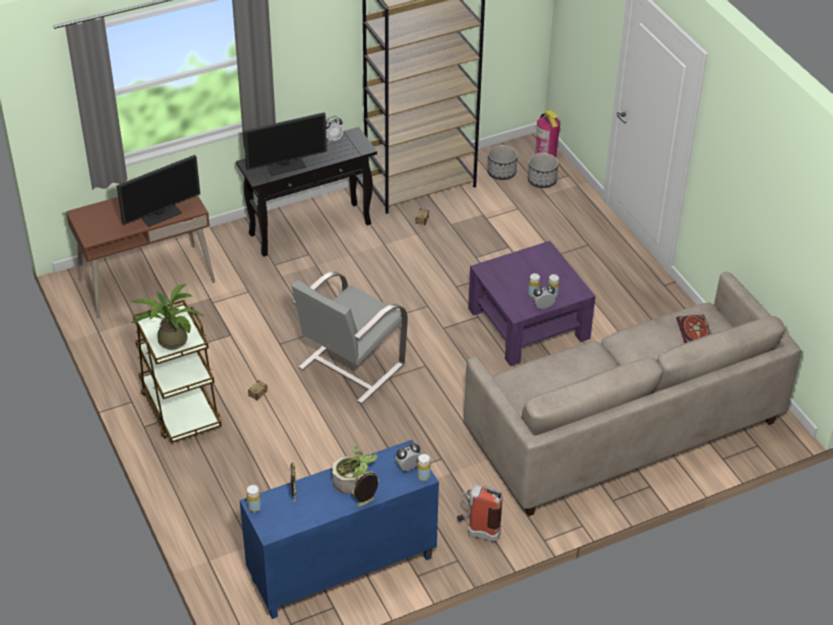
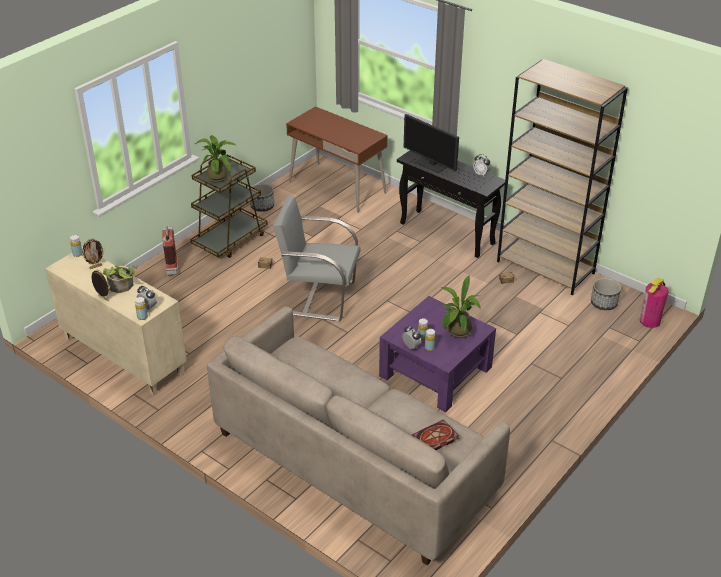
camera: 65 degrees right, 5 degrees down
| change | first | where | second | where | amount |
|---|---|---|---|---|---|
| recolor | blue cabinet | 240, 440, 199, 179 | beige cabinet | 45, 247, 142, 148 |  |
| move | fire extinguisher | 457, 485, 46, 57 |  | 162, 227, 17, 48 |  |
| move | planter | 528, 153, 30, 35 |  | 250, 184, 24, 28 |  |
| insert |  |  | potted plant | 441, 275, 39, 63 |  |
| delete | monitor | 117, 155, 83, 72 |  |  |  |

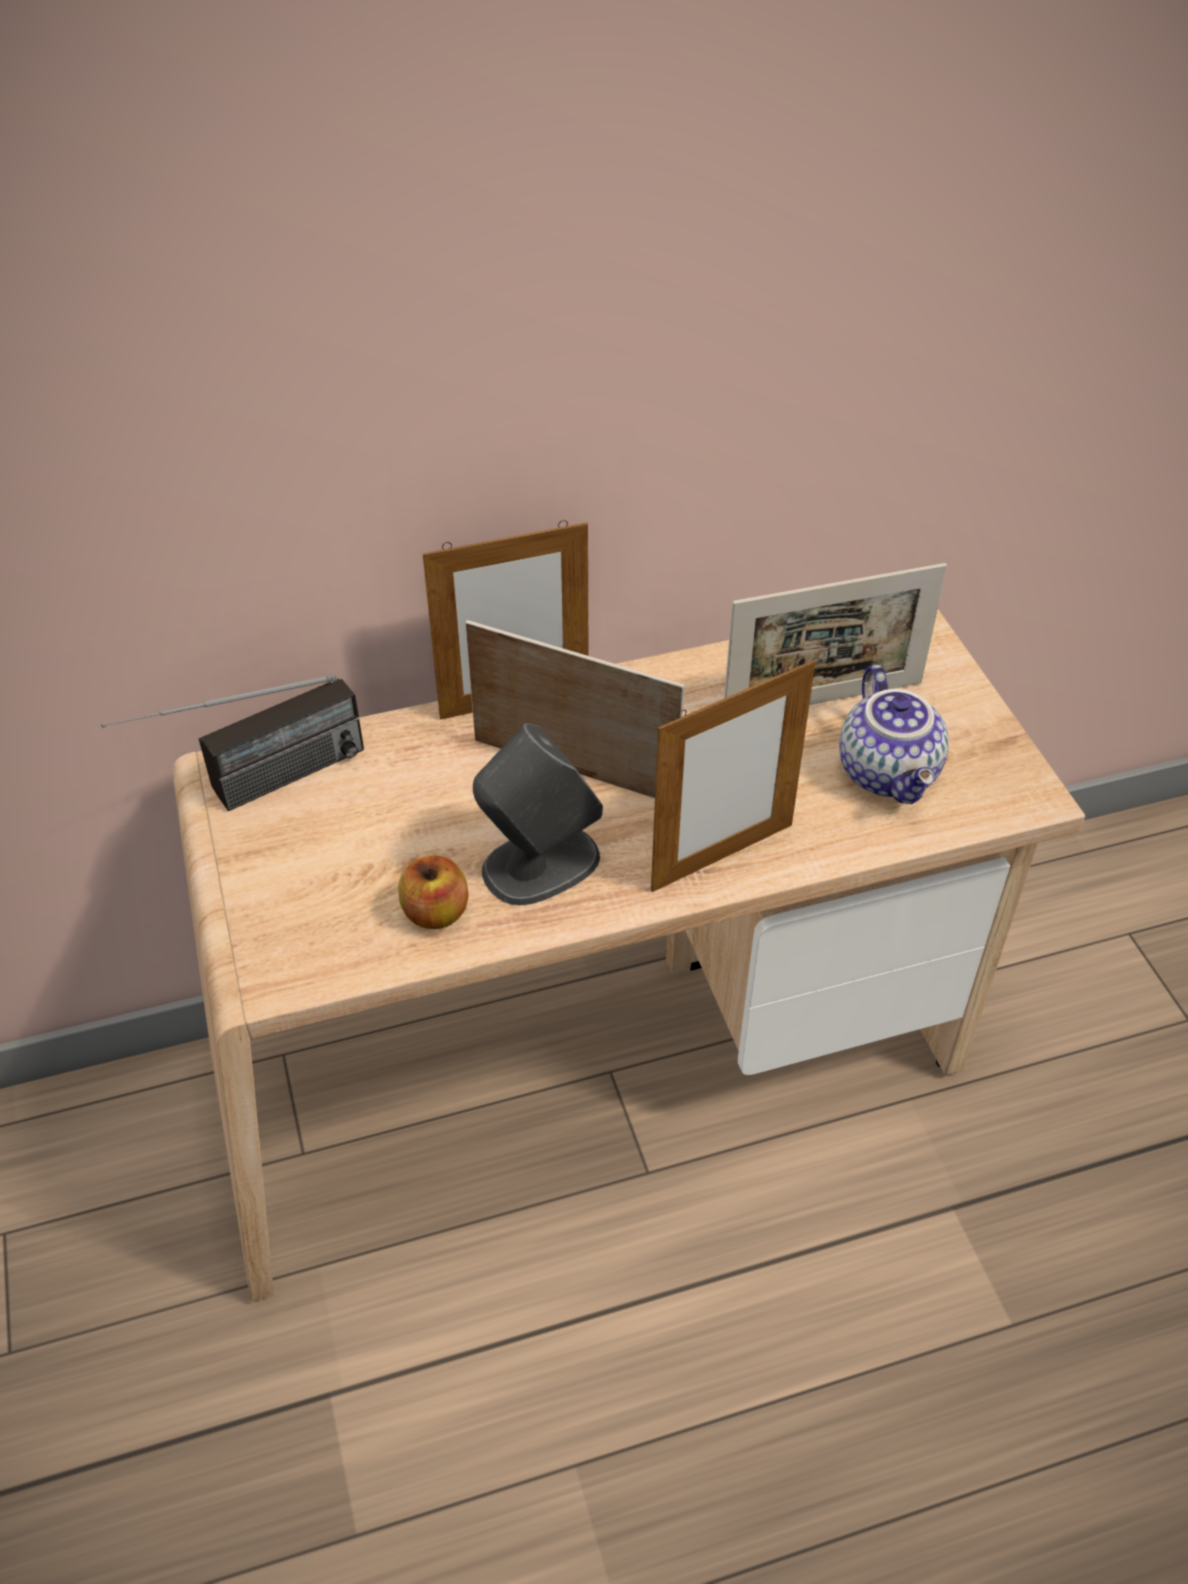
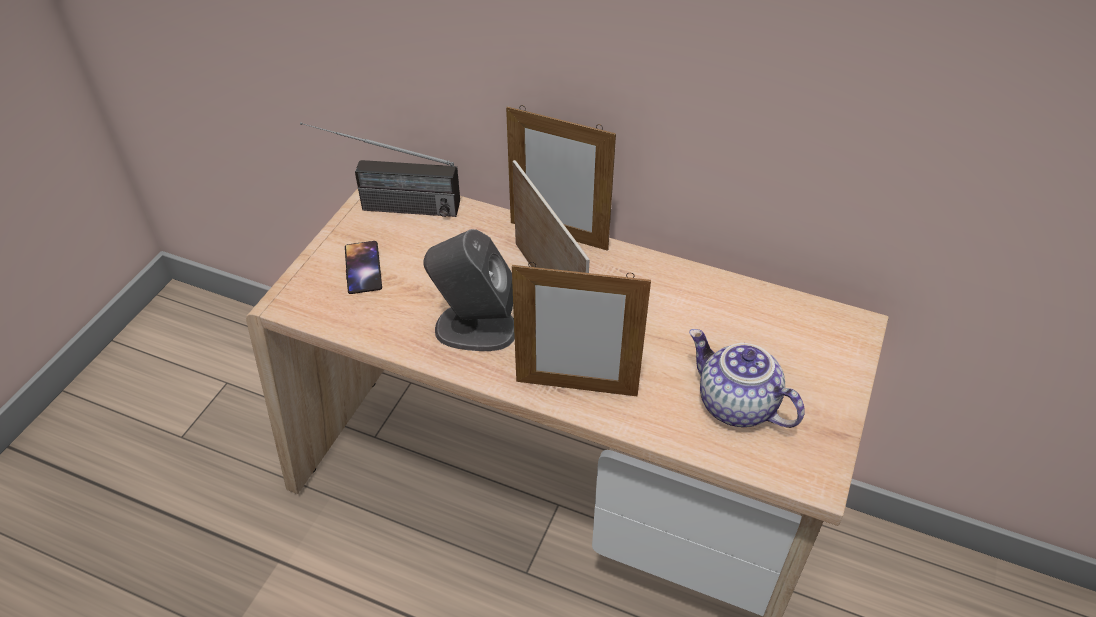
camera: 40 degrees right, 0 degrees up
| change | first | where | second | where | amount |
|---|---|---|---|---|---|
| insert |  |  | phone | 345, 241, 37, 53 |  |
| rotate | teapot | 839, 664, 110, 140 |  | 689, 329, 116, 99 | 105 degrees clockwise |
| delete | apple | 398, 855, 70, 74 |  |  |  |
| delete | picture frame | 724, 563, 223, 142 |  |  |  |

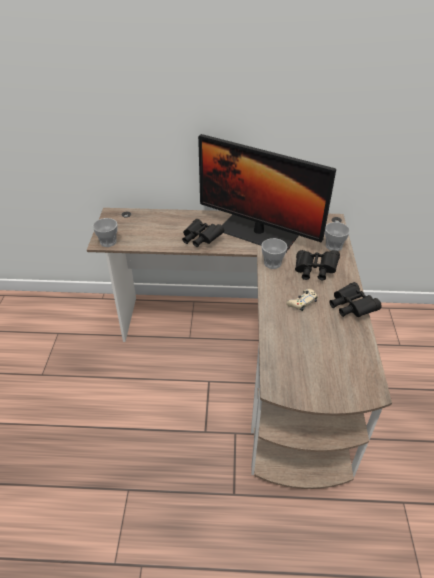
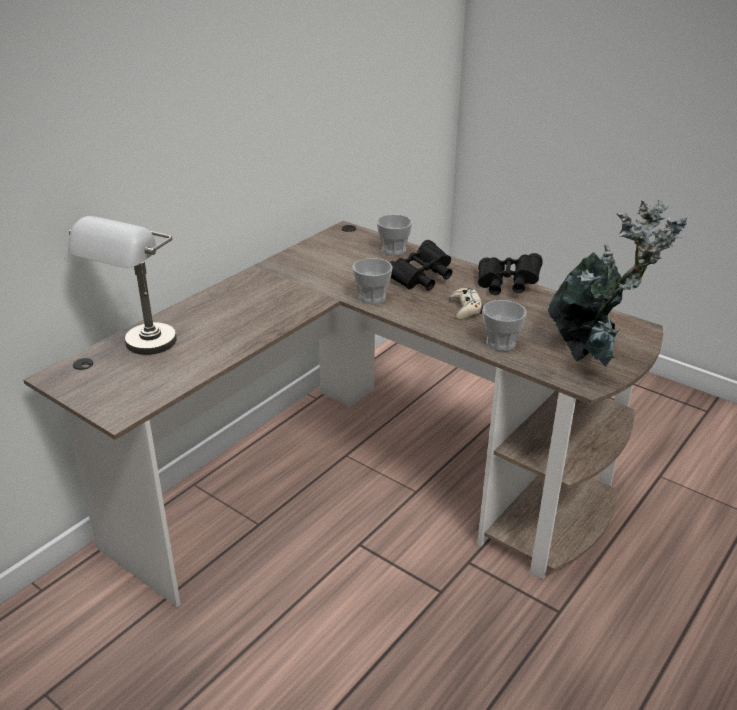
camera: 55 degrees left, 10 degrees down
| change | first | where | second | where | amount |
|---|---|---|---|---|---|
| insert |  |  | grey table lamp | 68, 216, 109, 139 |  |
| move | cup | 93, 218, 25, 29 |  | 483, 300, 44, 51 |  |
| insert |  |  | potted plant | 548, 200, 140, 167 |  |
| delete | black binoculars | 182, 219, 42, 28 |  |  |  |
| delete | monitor | 198, 134, 138, 118 |  |  |  |

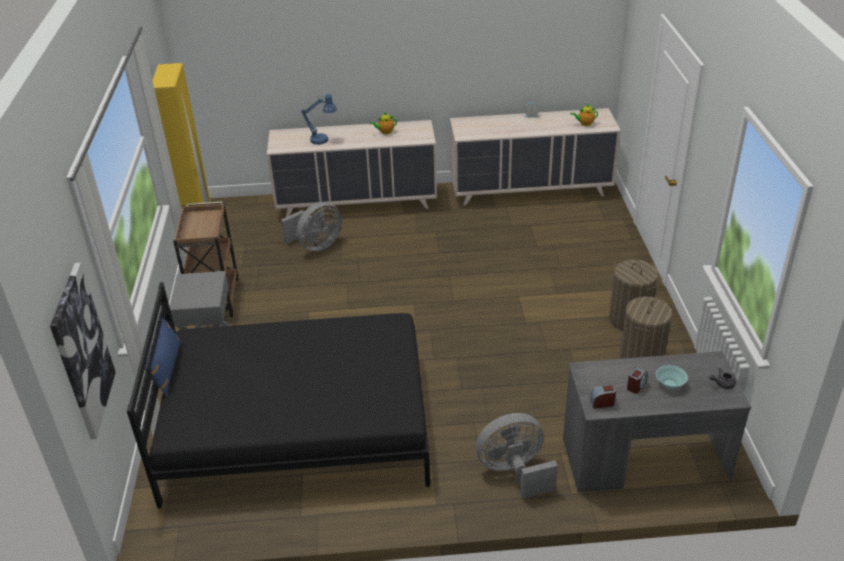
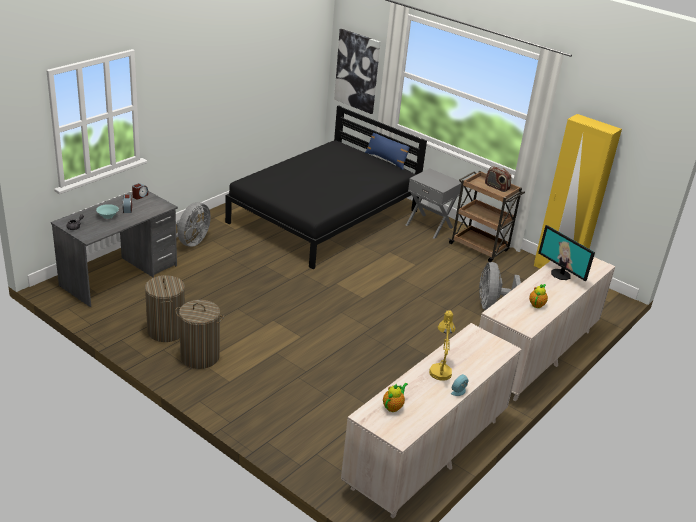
camera: 130 degrees right, 5 degrees down
| change | first | where | second | where | amount |
|---|---|---|---|---|---|
| insert |  |  | yellow table lamp | 429, 310, 26, 71 |  |
| insert |  |  | radio | 485, 166, 26, 26 |  |
| replace | blue table lamp | 301, 94, 36, 51 | monitor | 538, 225, 57, 56 |  |

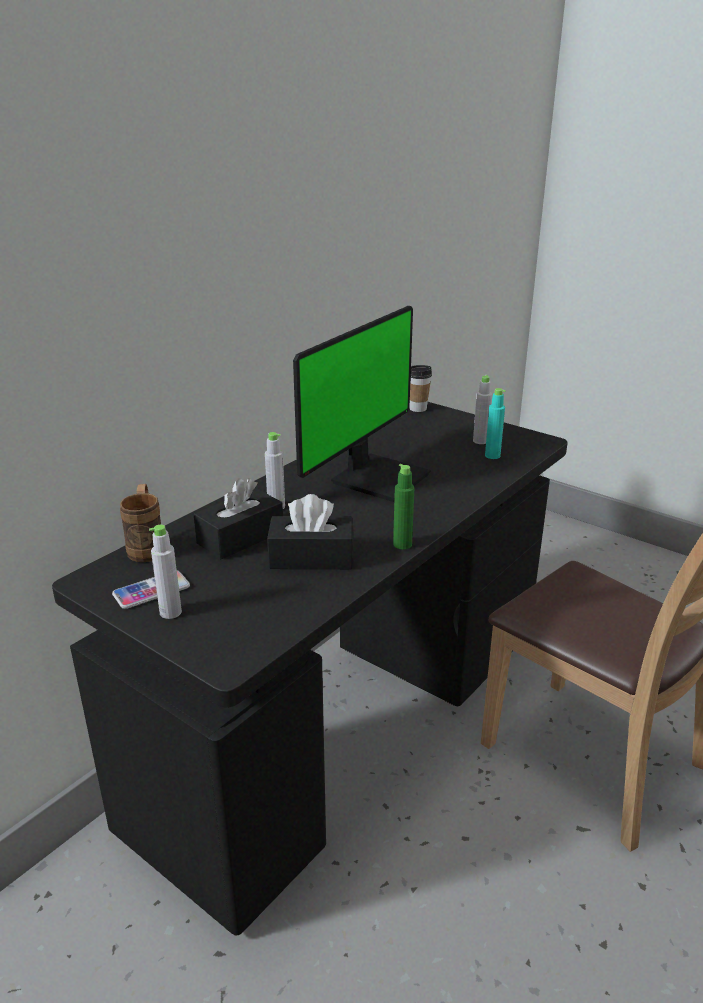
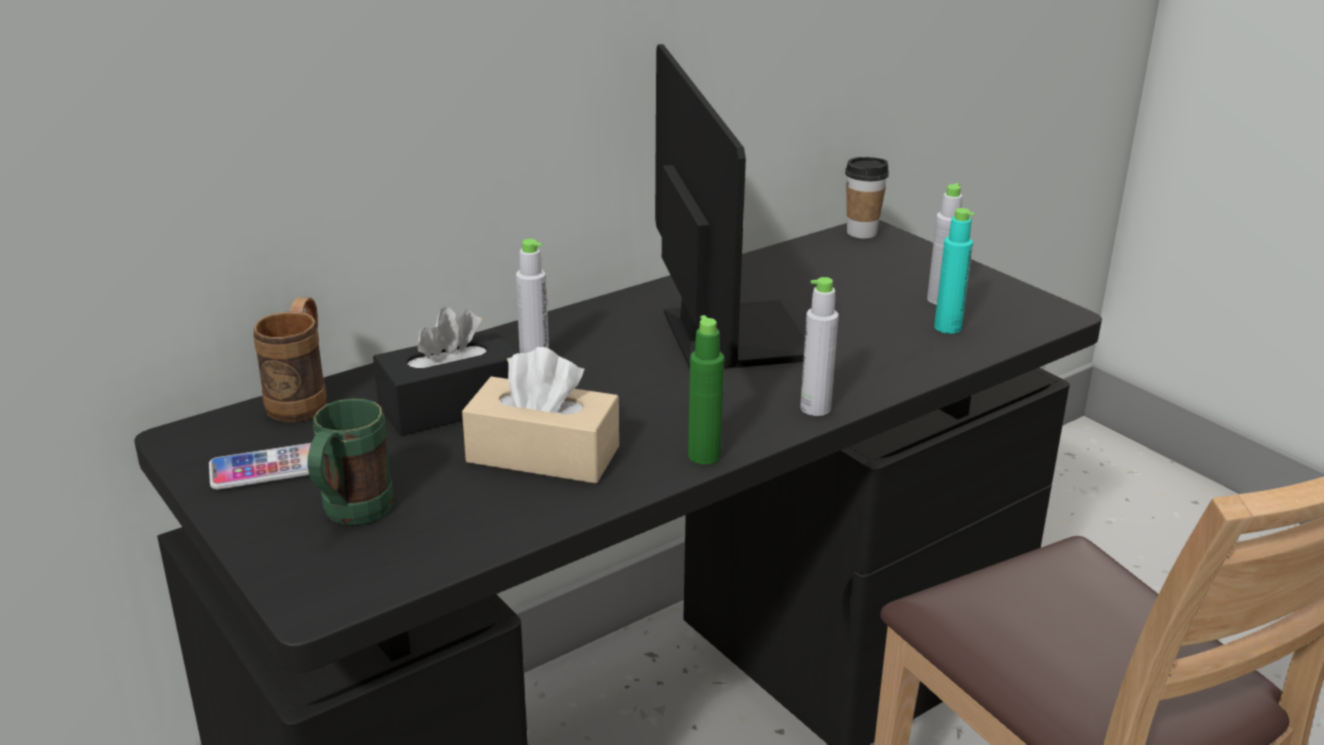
camera: 15 degrees right, 0 degrees up
| change | first | where | second | where | amount |
|---|---|---|---|---|---|
| insert |  |  | green mug | 307, 399, 86, 126 |  |
| recolor | black tissue box | 267, 494, 87, 75 | beige tissue box | 462, 347, 157, 137 |  |
| rotate | monitor | 293, 306, 138, 196 |  | 655, 44, 150, 325 | 60 degrees counterclockwise |
| move | grey bottle | 149, 525, 33, 94 |  | 800, 277, 39, 139 |  |

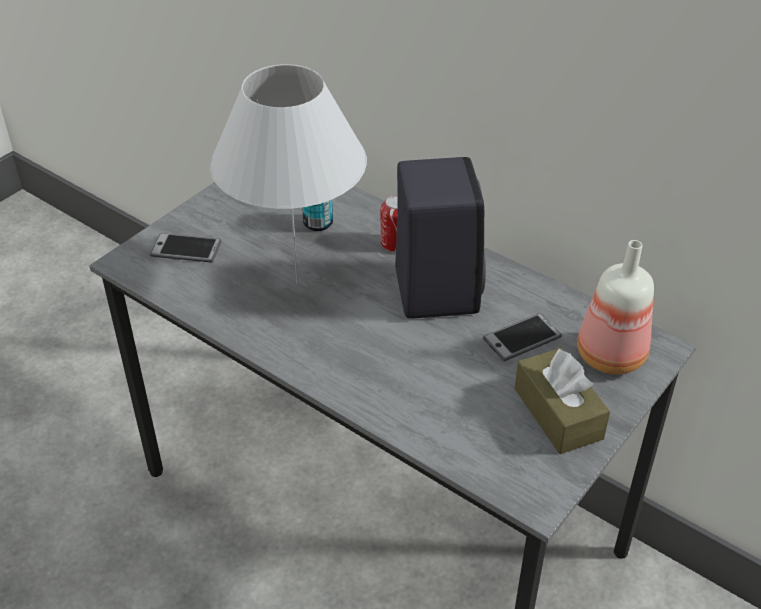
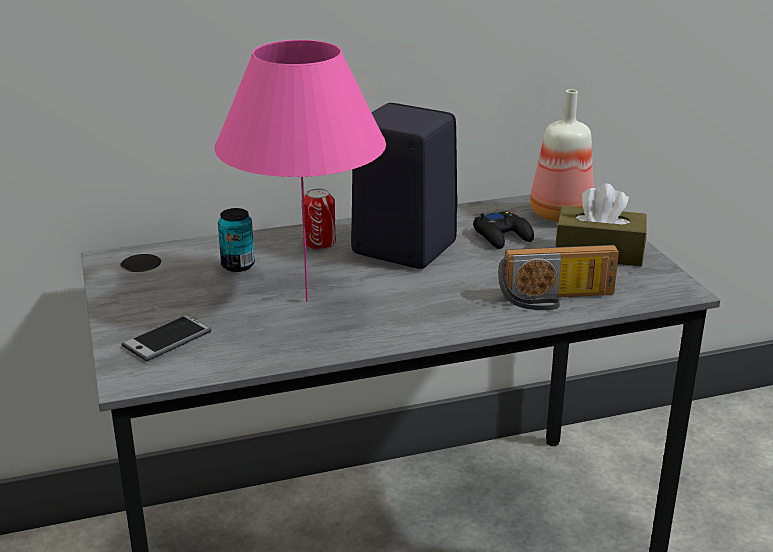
camera: 55 degrees left, 15 degrees down
| change | first | where | second | where | amount |
|---|---|---|---|---|---|
| recolor | white table lamp | 210, 64, 157, 220 | pink table lamp | 214, 40, 172, 262 |  |
| replace | phone | 483, 313, 79, 48 | black game controller | 473, 211, 61, 38 |  |
| insert |  |  | radio | 498, 245, 121, 65 |  |

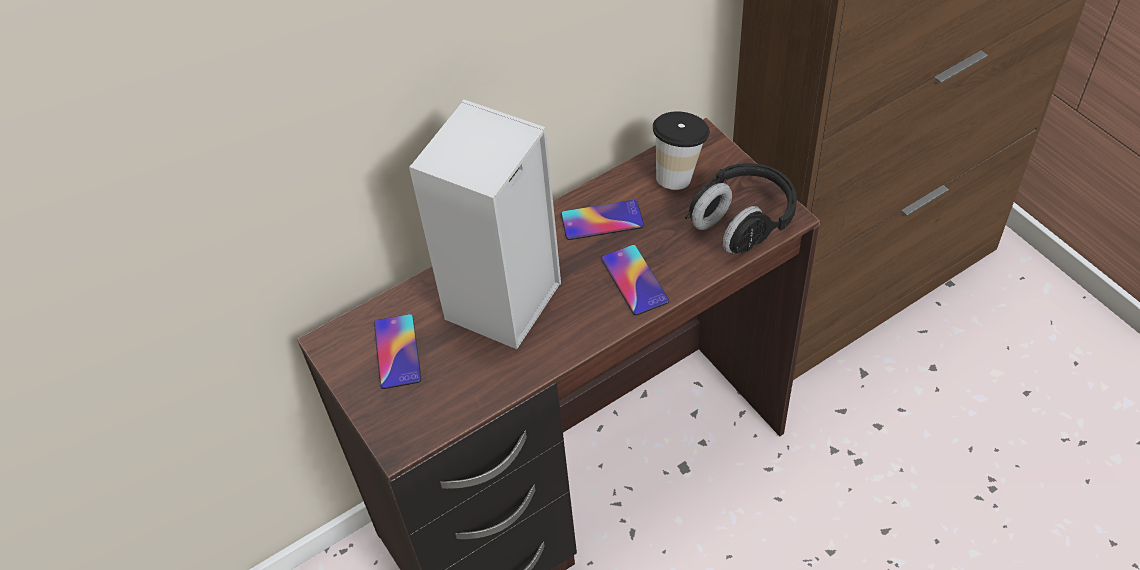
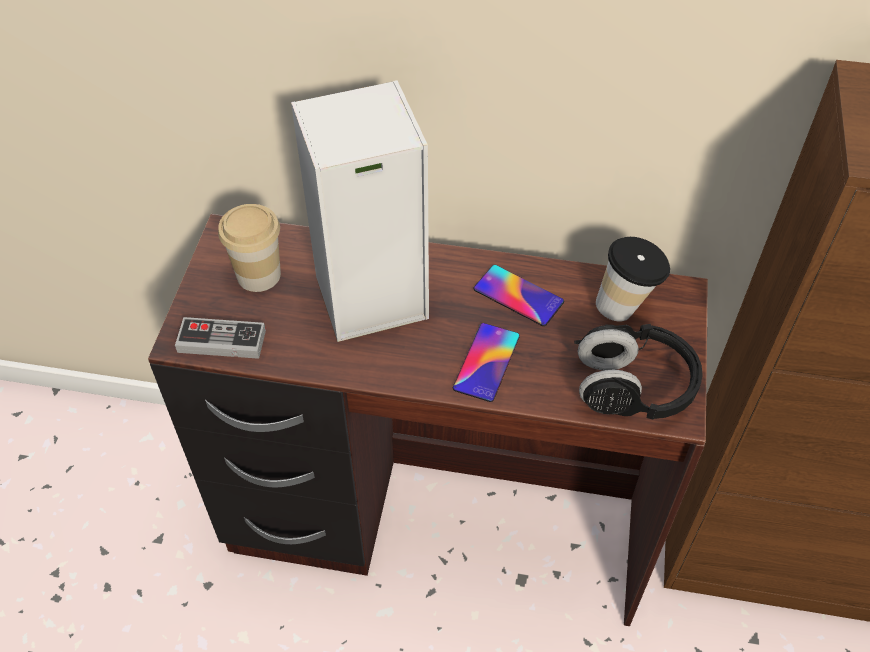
camera: 40 degrees right, 0 degrees up
| change | first | where | second | where | amount |
|---|---|---|---|---|---|
| insert |  |  | game controller | 175, 317, 91, 42 |  |
| replace | phone | 374, 314, 47, 75 | cup | 218, 204, 63, 88 |  |

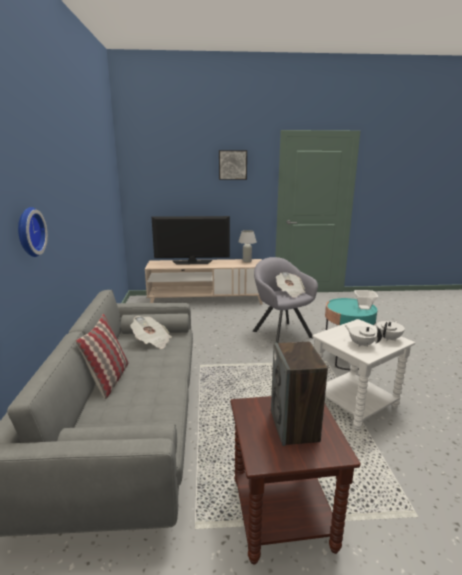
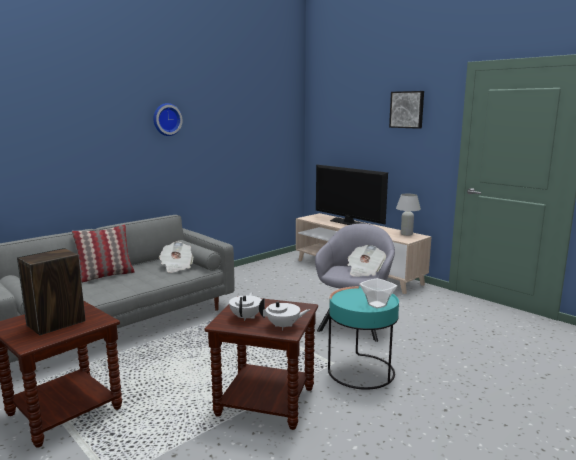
camera: 50 degrees right, 5 degrees down
| change | first | where | second | where | amount |
|---|---|---|---|---|---|
| move | wall clock | 18, 207, 30, 50 |  | 154, 103, 28, 33 |  |
| recolor | white side table | 312, 319, 103, 112 | brown side table | 205, 298, 113, 132 |  |

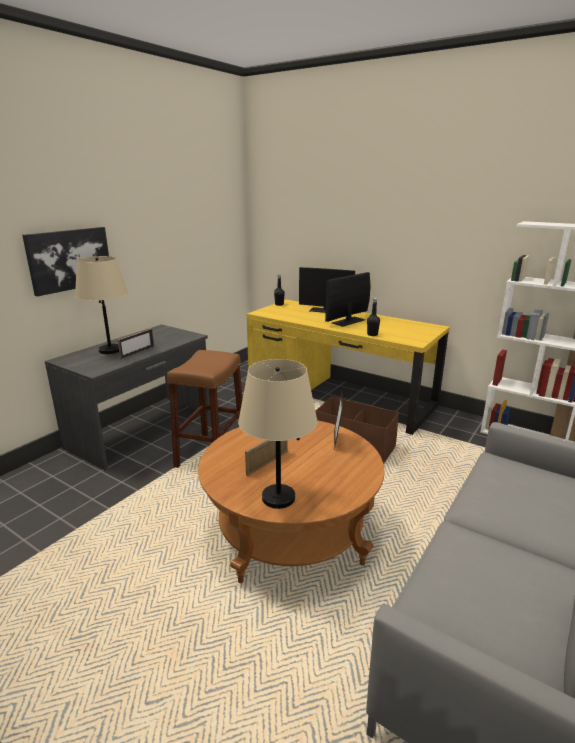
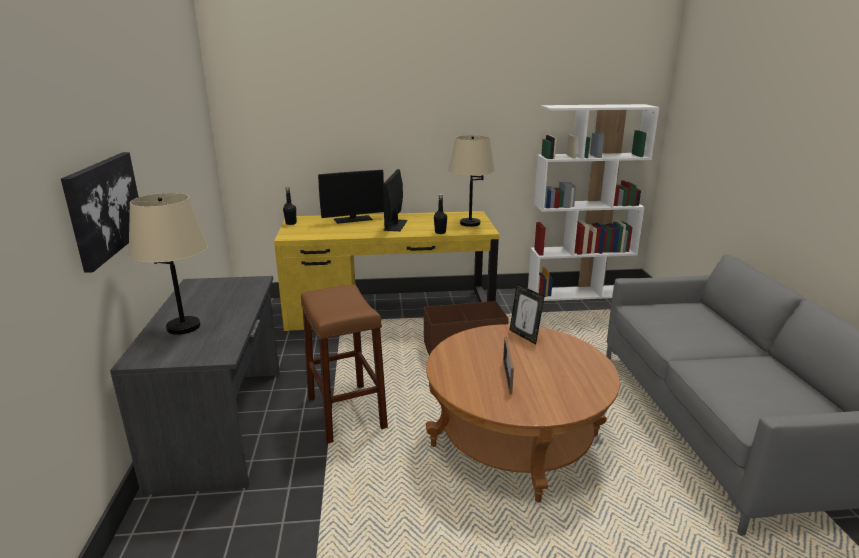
camera: 40 degrees left, 0 degrees up
| change | first | where | second | where | amount |
|---|---|---|---|---|---|
| move | beige table lamp | 238, 359, 80, 150 |  | 449, 135, 46, 92 |  |
| delete | picture frame | 118, 328, 36, 32 |  |  |  |

